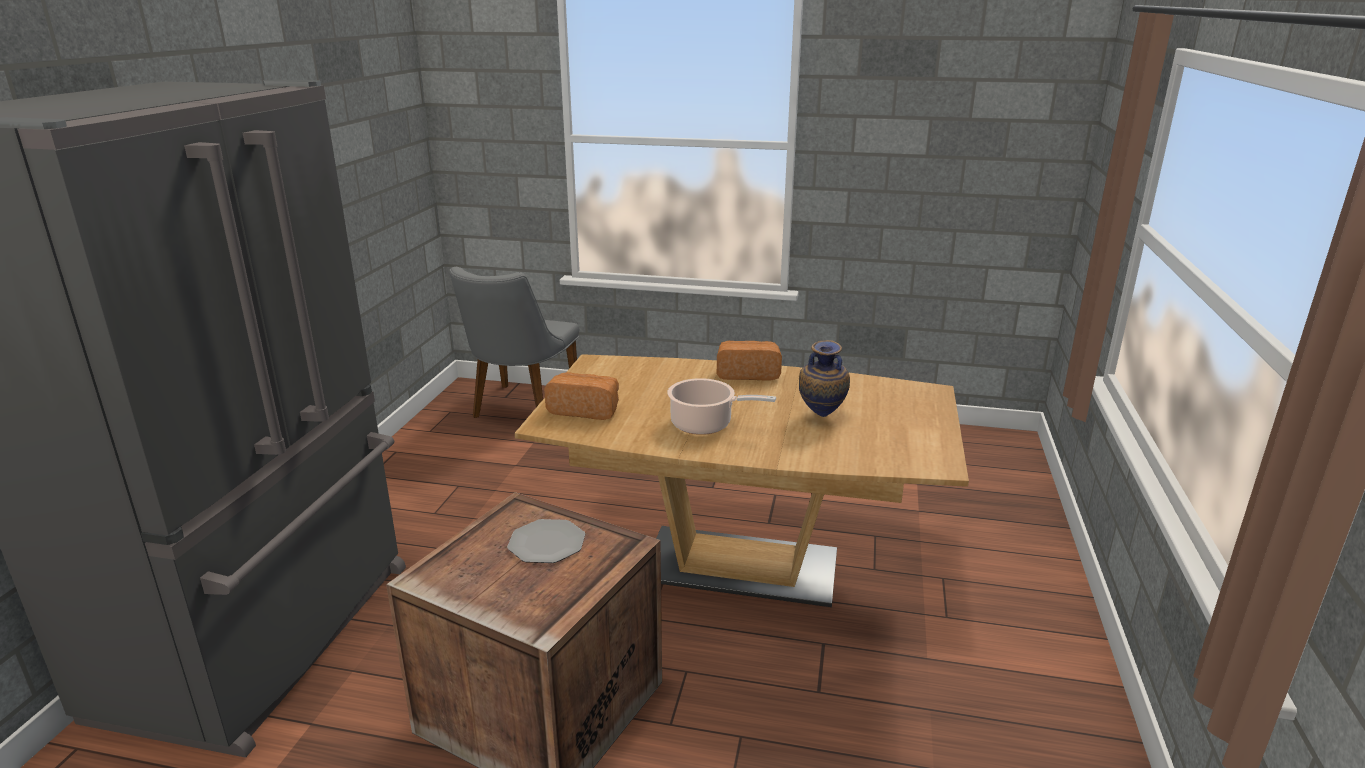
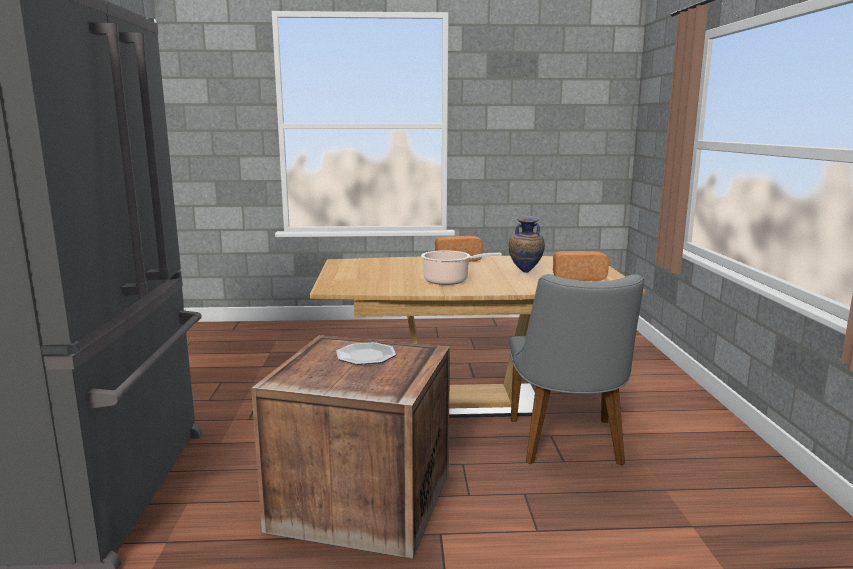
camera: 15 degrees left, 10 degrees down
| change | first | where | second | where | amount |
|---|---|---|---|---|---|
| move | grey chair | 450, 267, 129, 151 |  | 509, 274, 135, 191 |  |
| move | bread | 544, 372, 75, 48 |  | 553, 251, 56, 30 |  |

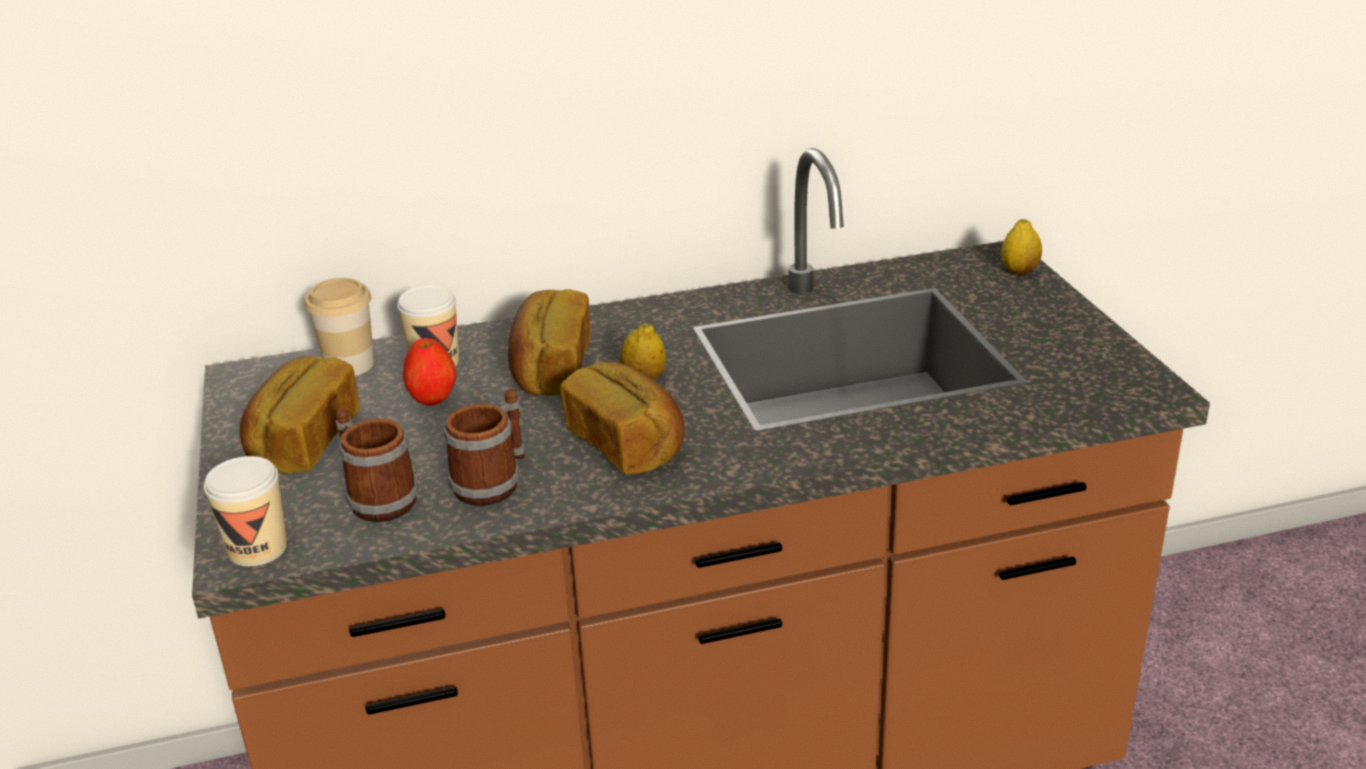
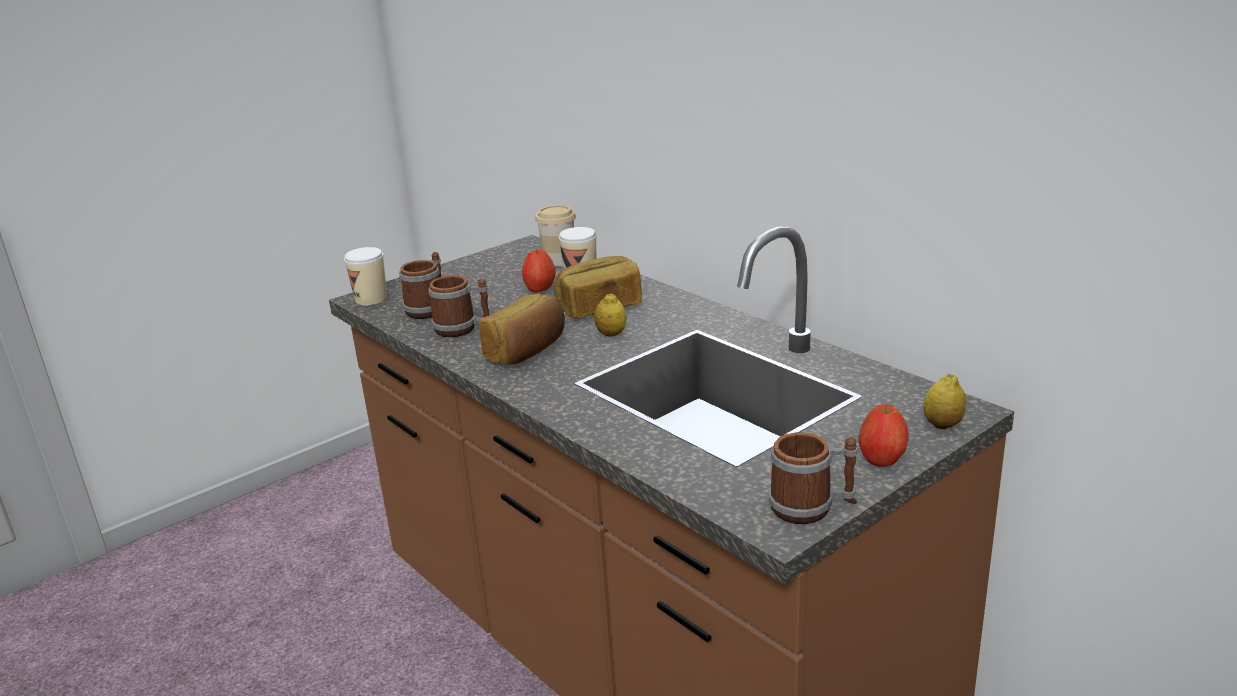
camera: 65 degrees right, 5 degrees down
| change | first | where | second | where | amount |
|---|---|---|---|---|---|
| insert |  |  | mug | 769, 432, 88, 92 |  |
| insert |  |  | apple | 858, 404, 51, 63 |  |
| delete | bread | 240, 356, 120, 118 |  |  |  |

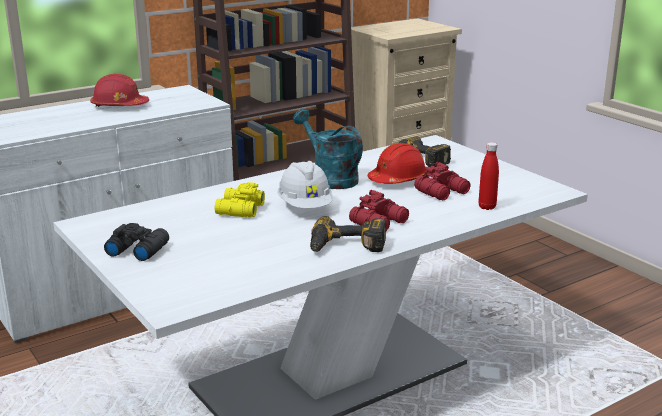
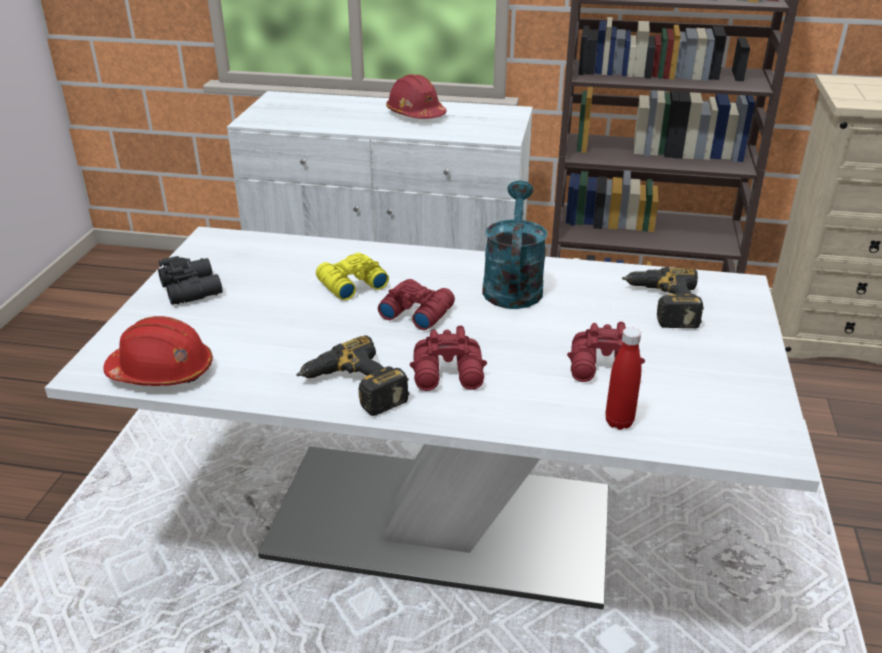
camera: 45 degrees right, 10 degrees up
| change | first | where | second | where | amount |
|---|---|---|---|---|---|
| move | red hard hat | 368, 143, 58, 41 |  | 103, 316, 110, 70 |  |
| replace | white hard hat | 277, 161, 56, 48 | red binoculars | 378, 279, 77, 51 |  |

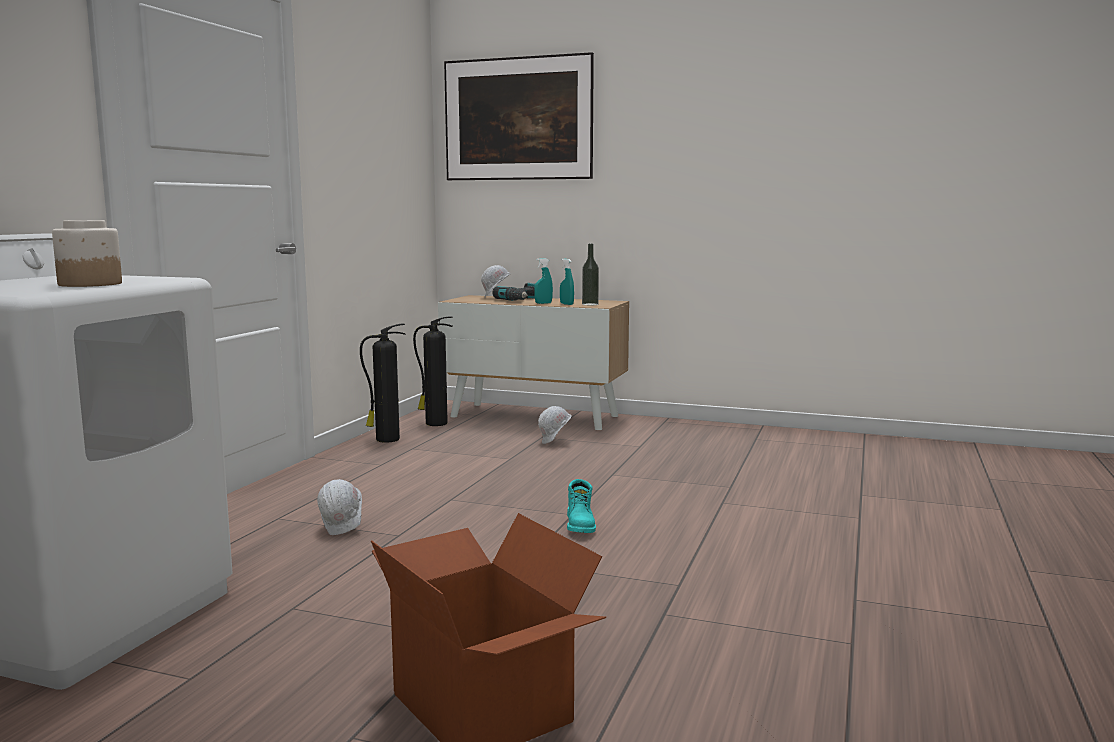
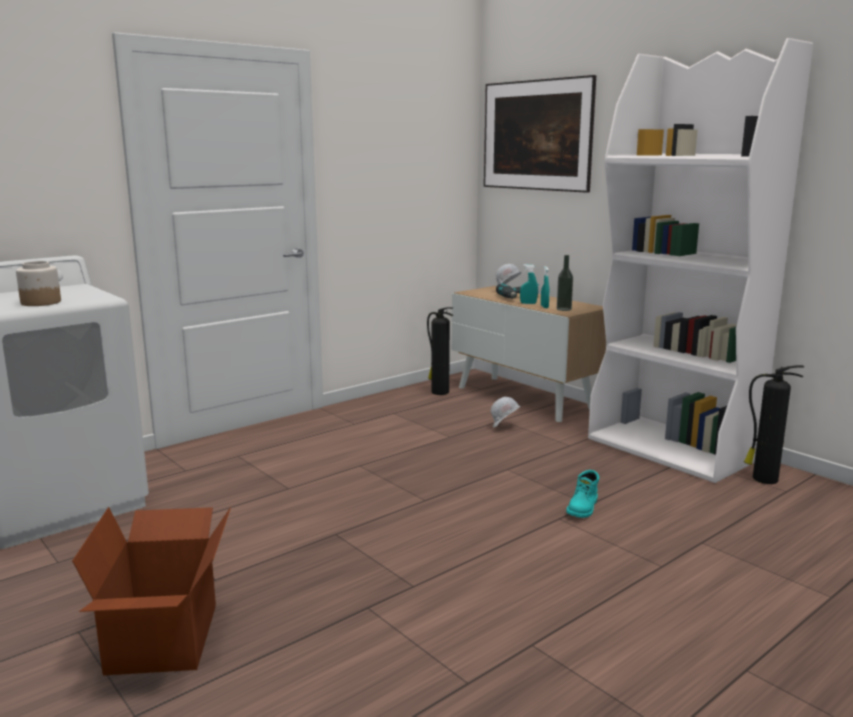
camera: 30 degrees right, 5 degrees up
| change | first | where | second | where | amount |
|---|---|---|---|---|---|
| move | turquoise boot | 567, 479, 29, 54 |  | 566, 470, 33, 48 |  |
| insert |  |  | white bookcase | 588, 38, 225, 445 |  |
| move | fire extinguisher | 360, 323, 45, 120 |  | 744, 365, 60, 119 |  |
| delete | white hard hat | 317, 479, 45, 56 |  |  |  |

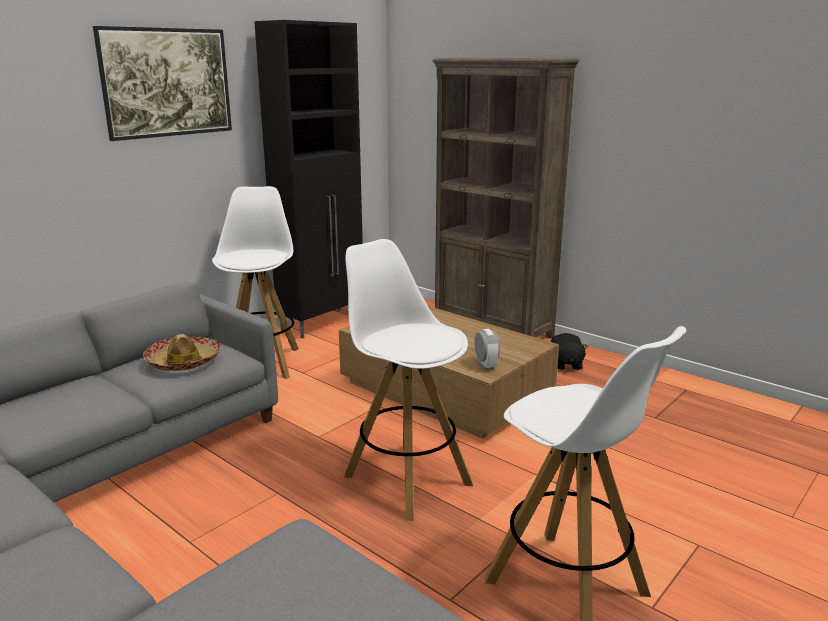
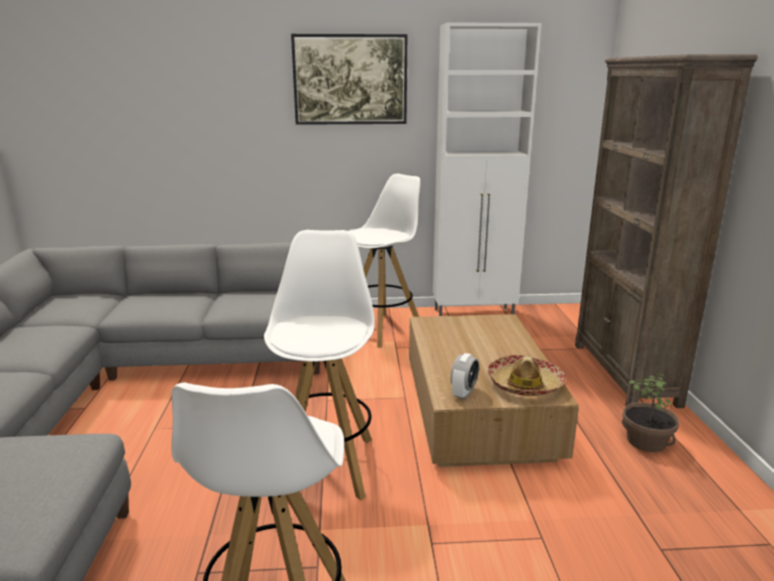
camera: 45 degrees right, 0 degrees up
| change | first | where | second | where | amount |
|---|---|---|---|---|---|
| recolor | black cabinet | 254, 20, 109, 319 | white cabinet | 433, 22, 109, 294 |  |
| move | hat | 143, 334, 78, 37 |  | 487, 355, 79, 41 |  |
| replace | black plush toy | 551, 333, 37, 37 | potted plant | 622, 374, 58, 78 |  |

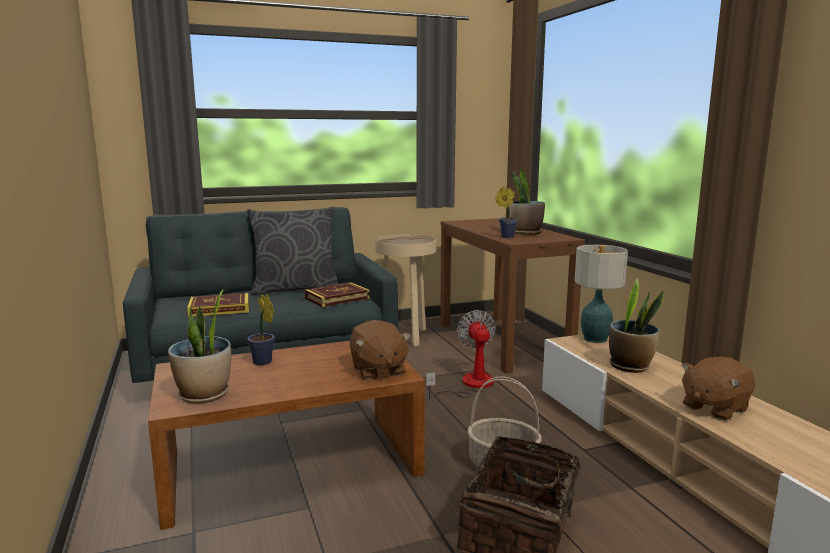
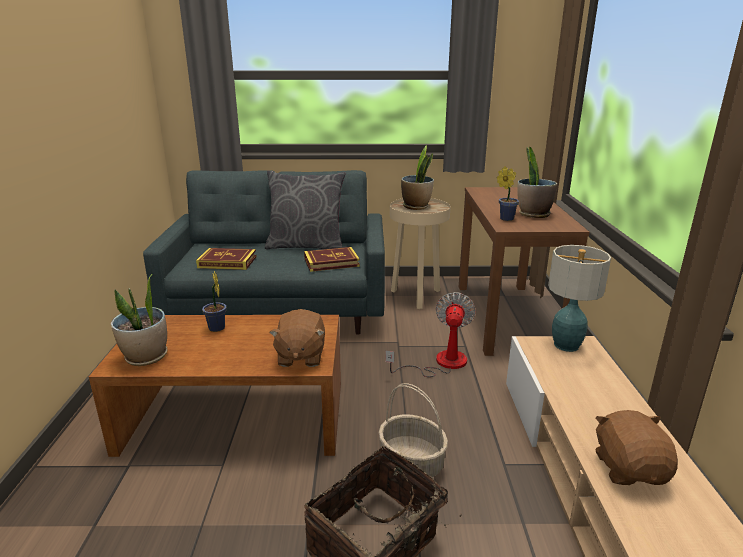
camera: 20 degrees right, 10 degrees up
| change | first | where | second | where | amount |
|---|---|---|---|---|---|
| move | potted plant | 609, 278, 55, 95 |  | 401, 145, 33, 65 |  |
| rotate | brown plush toy | 681, 357, 74, 63 |  | 595, 410, 83, 75 | 105 degrees clockwise |

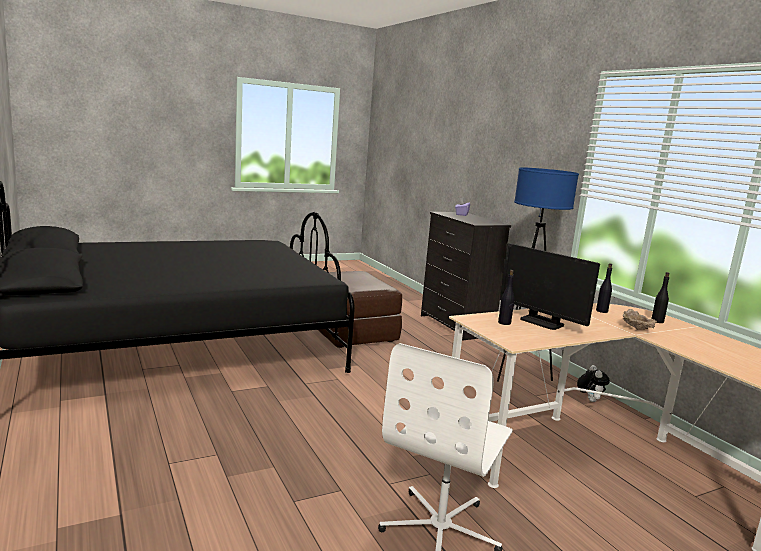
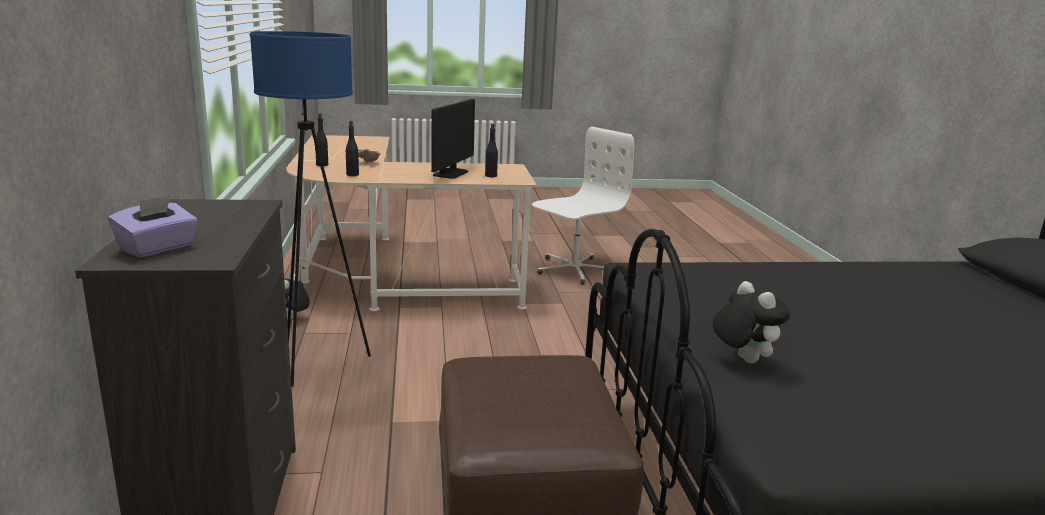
camera: 160 degrees left, 5 degrees up
| change | first | where | second | where | amount |
|---|---|---|---|---|---|
| rotate | monitor | 500, 243, 100, 87 |  | 431, 99, 44, 80 | 45 degrees clockwise |
| insert |  |  | plush toy | 712, 281, 78, 82 |  |

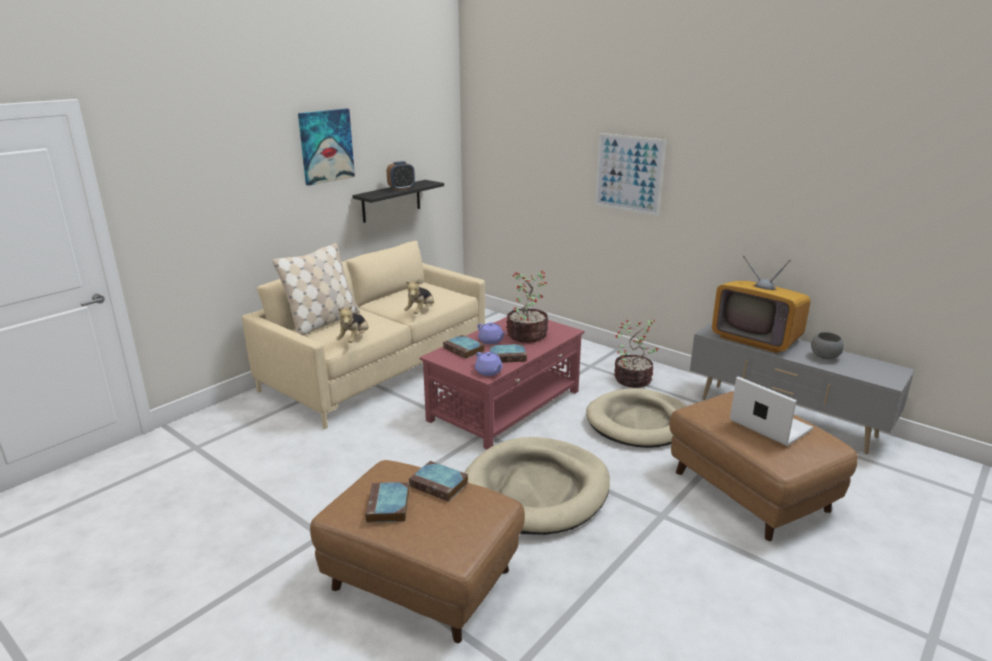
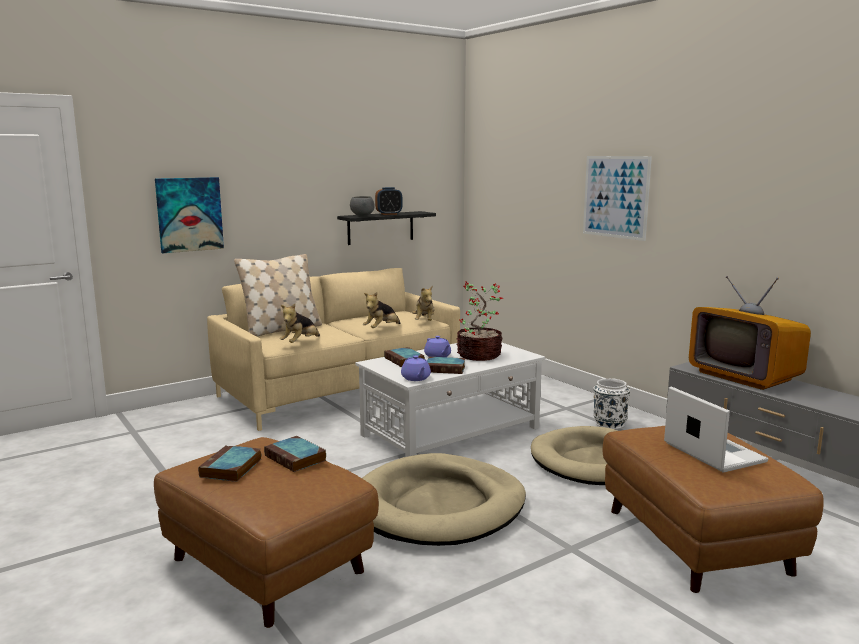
camera: 15 degrees right, 10 degrees down
| change | first | where | second | where | amount |
|---|---|---|---|---|---|
| move | picture | 298, 109, 57, 77 |  | 155, 177, 69, 76 |  |
| move | grey bowl | 811, 332, 33, 27 |  | 350, 196, 25, 20 |  |
| recolor | red coffee table | 420, 317, 164, 133 | white coffee table | 355, 342, 190, 115 |  |
| insert |  |  | plush toy | 412, 286, 22, 35 |  |
| replace | potted plant | 614, 320, 44, 68 | white vase | 593, 378, 37, 52 |  |

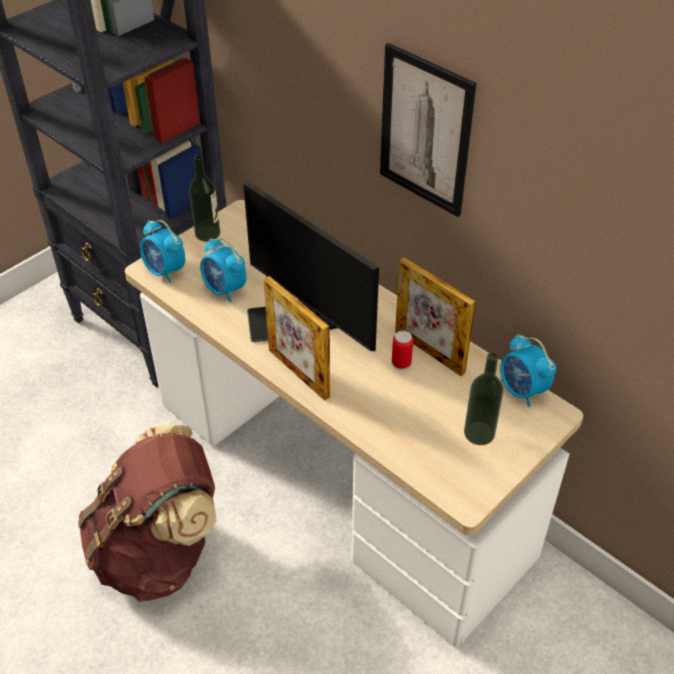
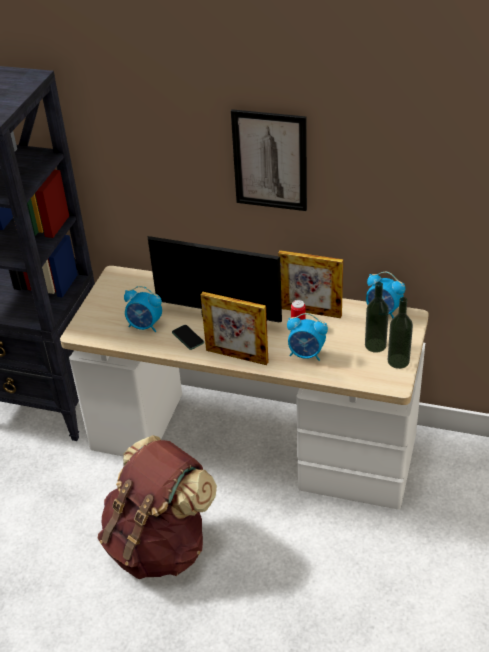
camera: 25 degrees left, 5 degrees down
| change | first | where | second | where | amount |
|---|---|---|---|---|---|
| move | alarm clock | 140, 220, 45, 63 |  | 287, 313, 41, 48 |  |
| move | bottle | 189, 155, 31, 87 |  | 388, 297, 25, 72 |  |

